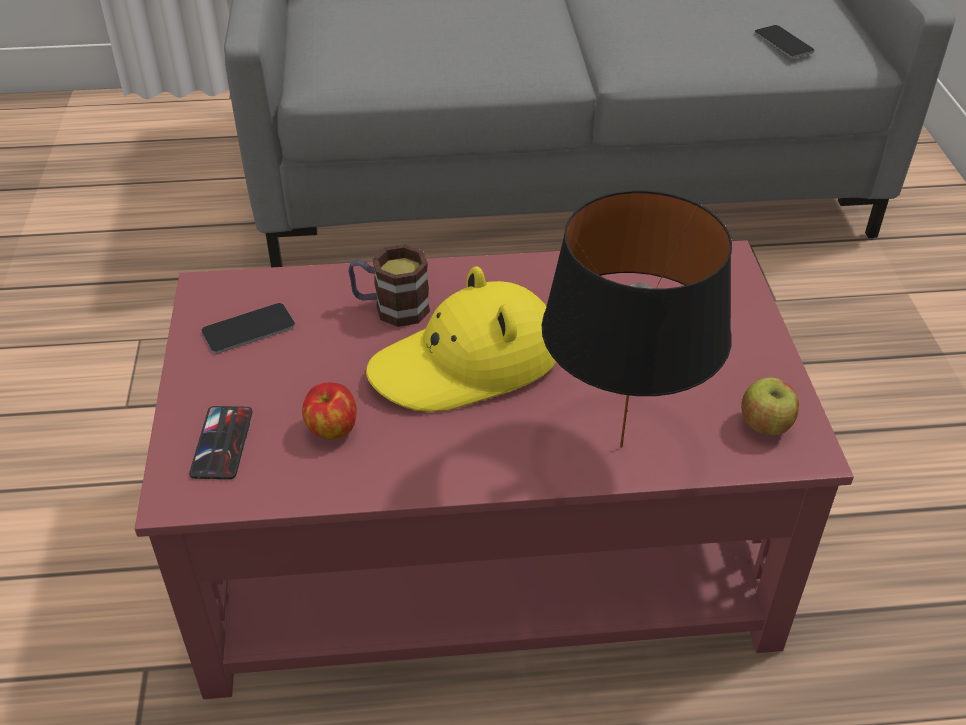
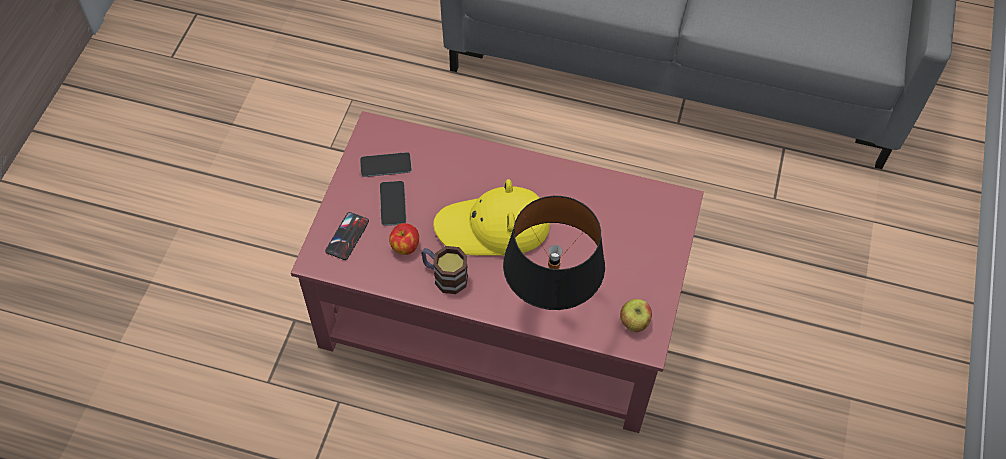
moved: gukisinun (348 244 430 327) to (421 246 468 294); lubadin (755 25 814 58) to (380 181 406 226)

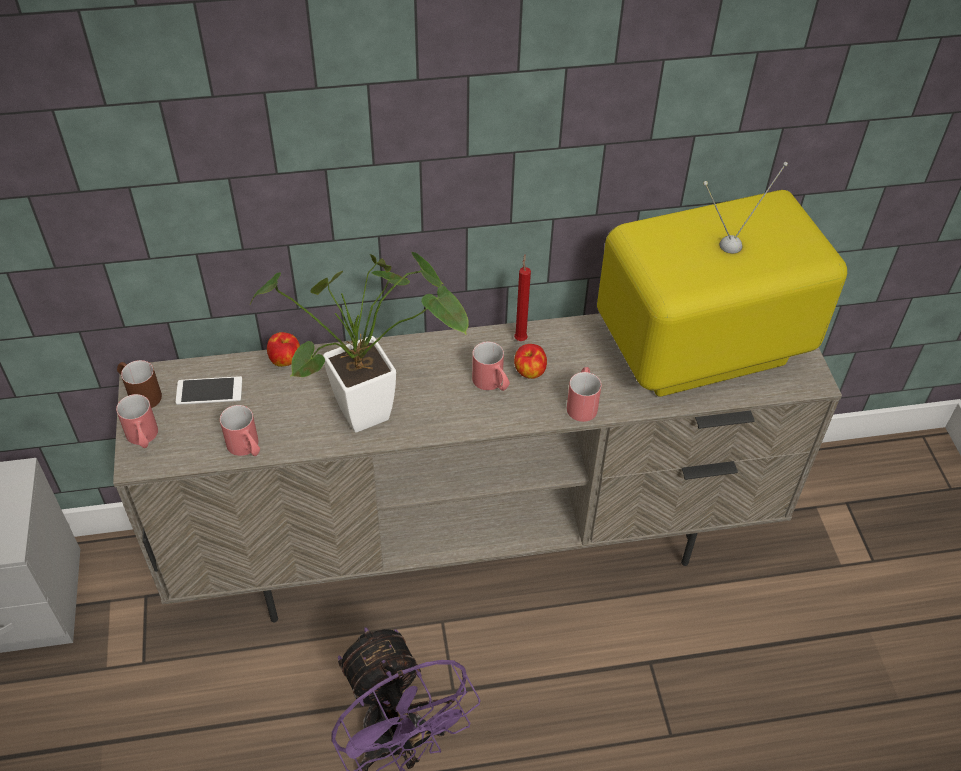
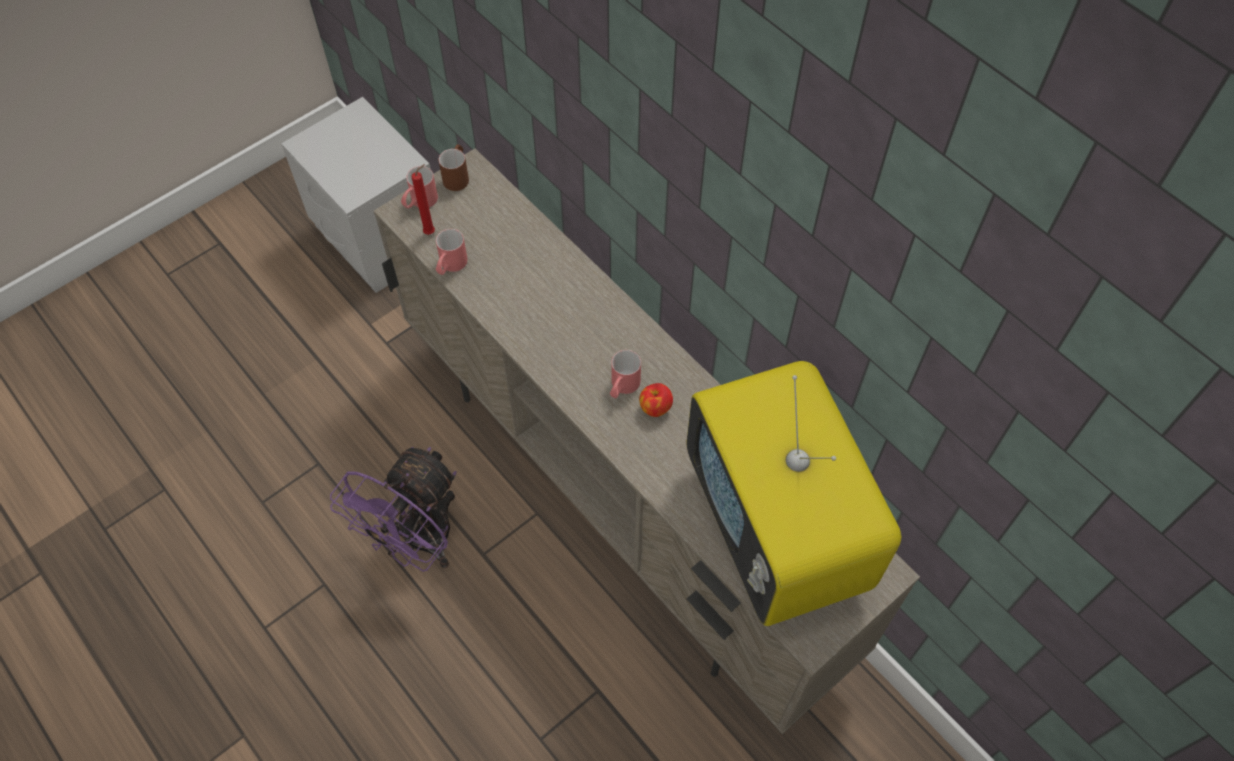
removed: lubadin (176 376 242 405); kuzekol (249 252 469 433); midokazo (267 332 300 367); red gukisinun (567 367 602 422)
moved: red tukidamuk (514 254 531 341) to (411 164 435 235)
turned: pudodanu (597 162 847 397) = (686 361 901 626) 150 degrees counterclockwise

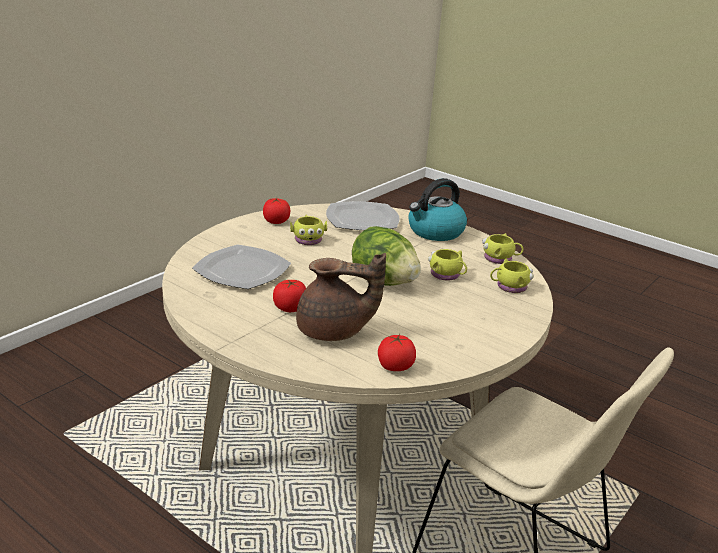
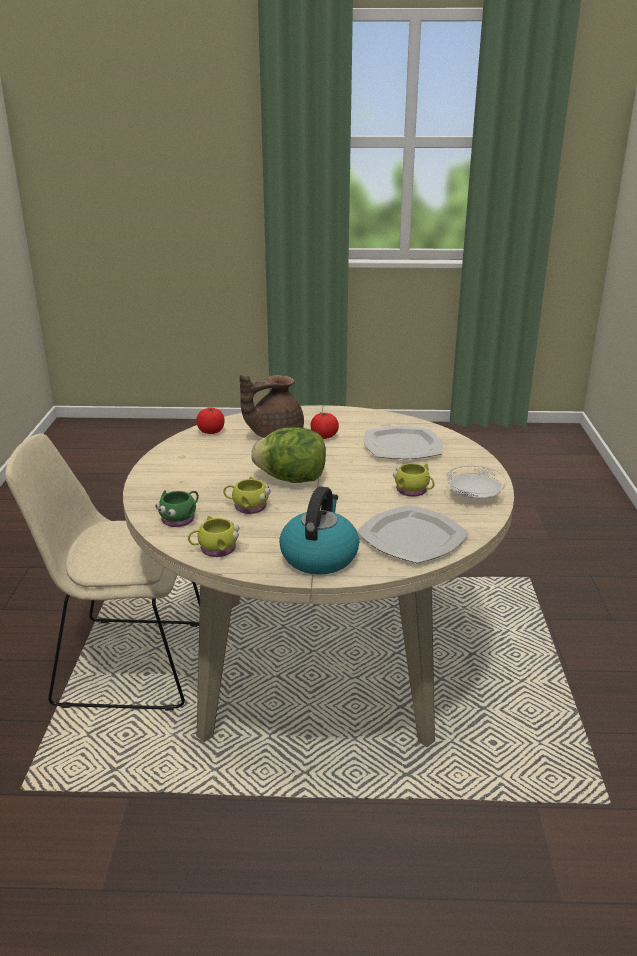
replaced: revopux (263 198 291 224) to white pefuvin (446 466 507 499)
recoloured: yellow gukisinun (490 259 534 293) to green gukisinun (155 490 199 527)

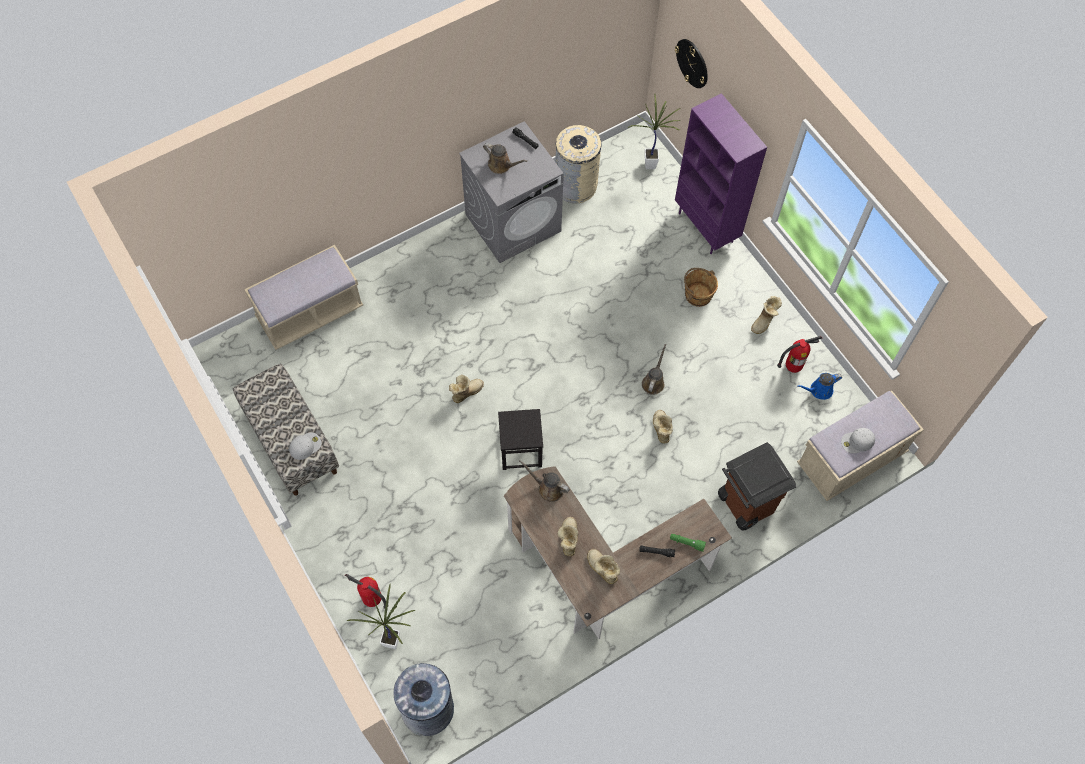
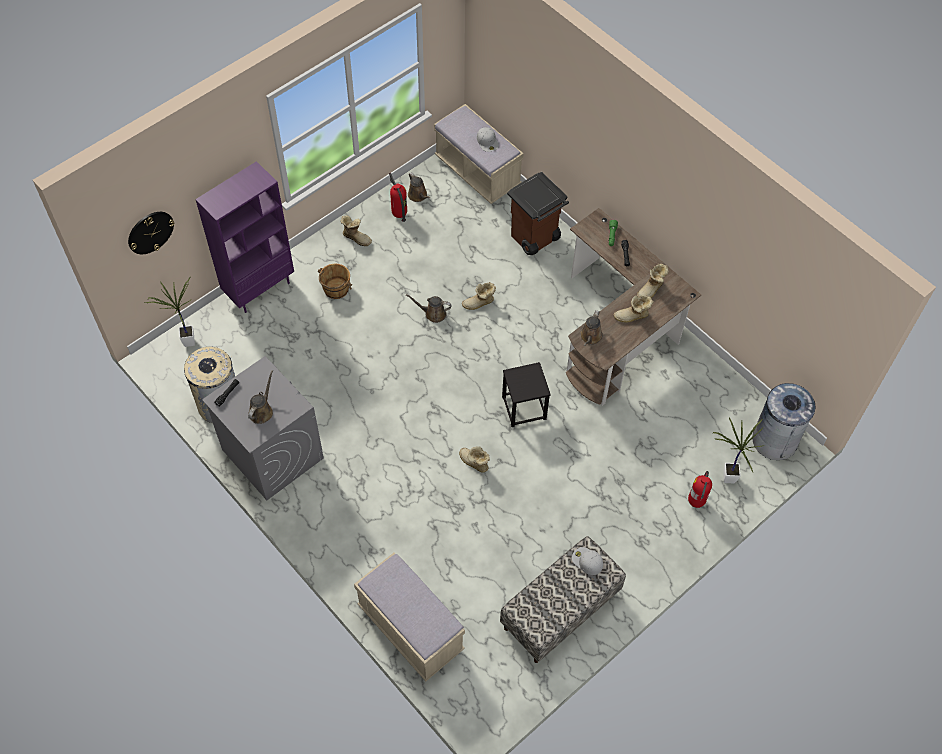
recoloured: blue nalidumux (797 373 842 400) to brown nalidumux (408 172 430 202)

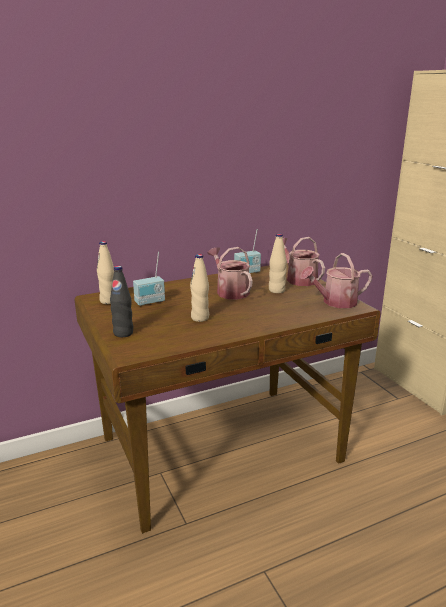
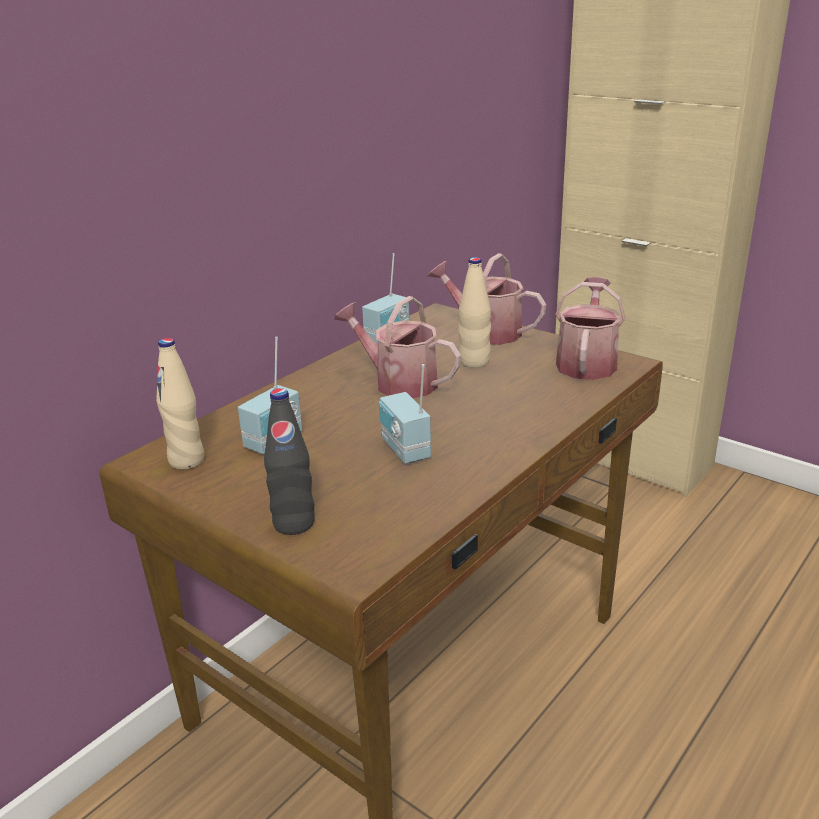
replaced: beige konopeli (190 254 209 322) to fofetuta (379 364 431 464)
turned: nalidumux (300 253 373 308) = (555 277 625 380) 150 degrees clockwise

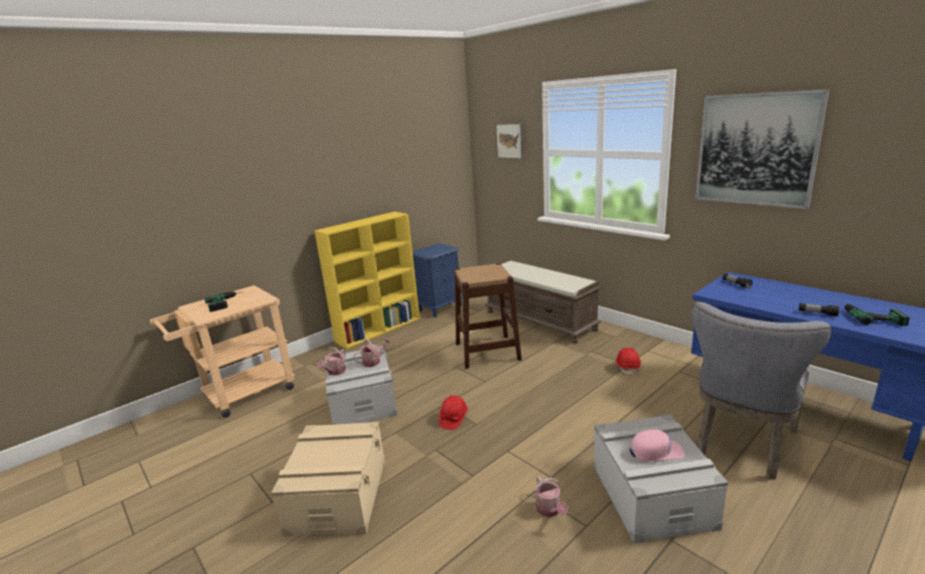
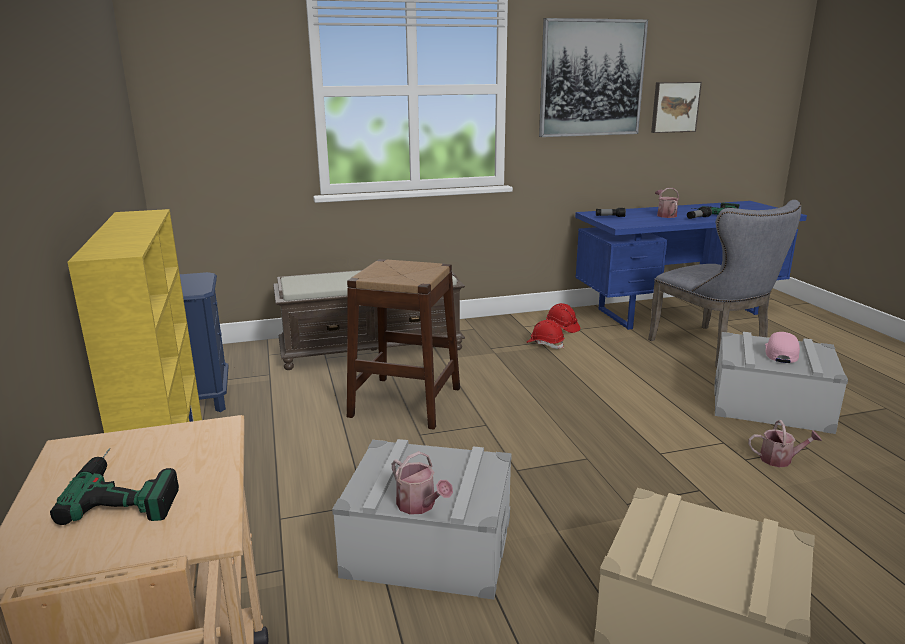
moved: nalidumux (353 338 391 367) to (655 188 679 218); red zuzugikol (439 395 468 430) to (546 303 580 333); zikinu (496 123 525 159) to (651 82 702 133)

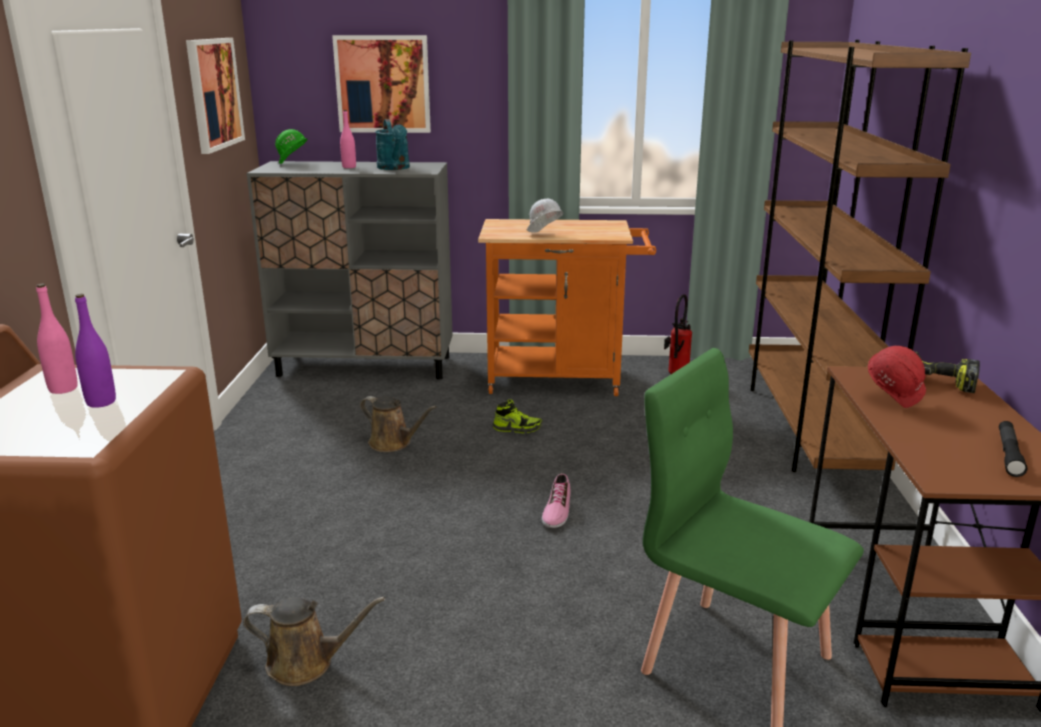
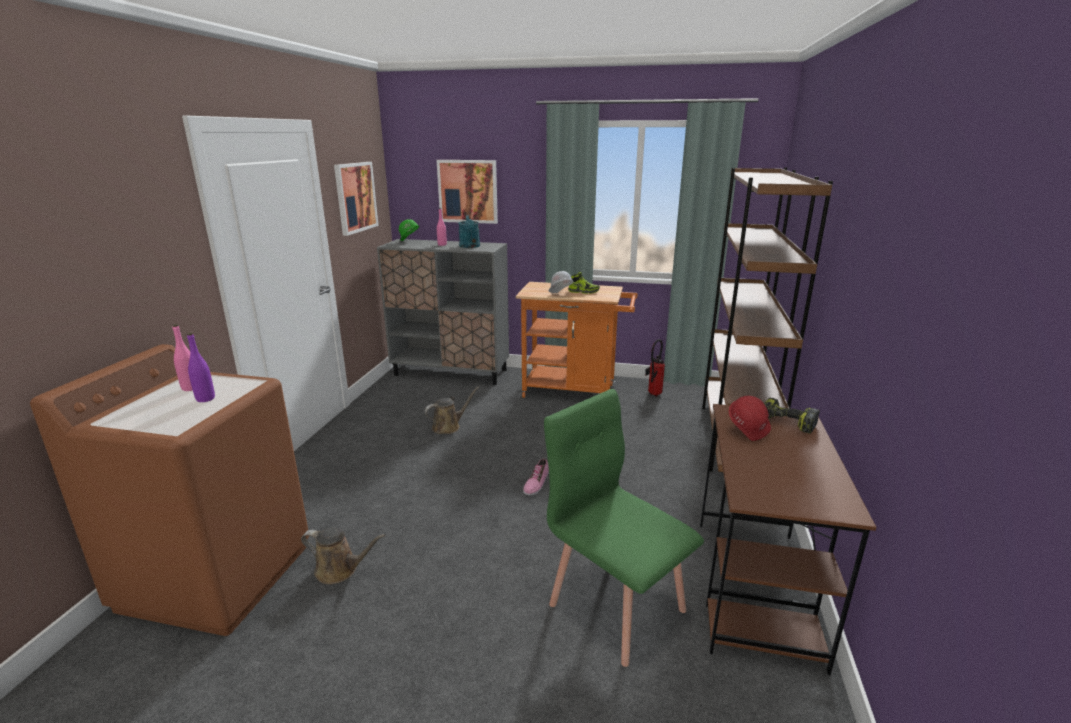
removed: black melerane (999 421 1027 477)
moved: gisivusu (493 399 542 433) to (568 272 600 294)
turned: brown nalidumux (360 396 437 452) = (424 387 479 434) 75 degrees counterclockwise

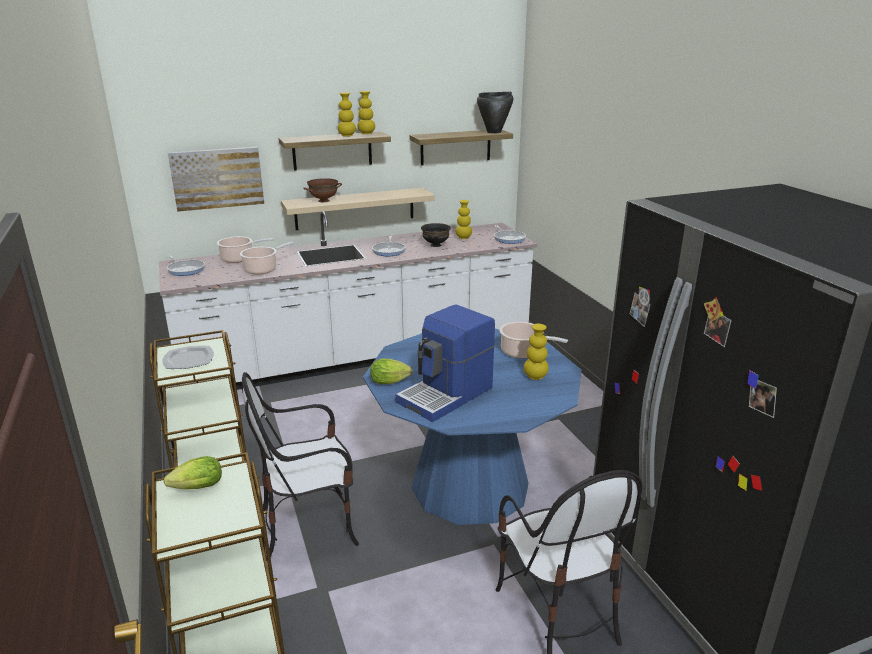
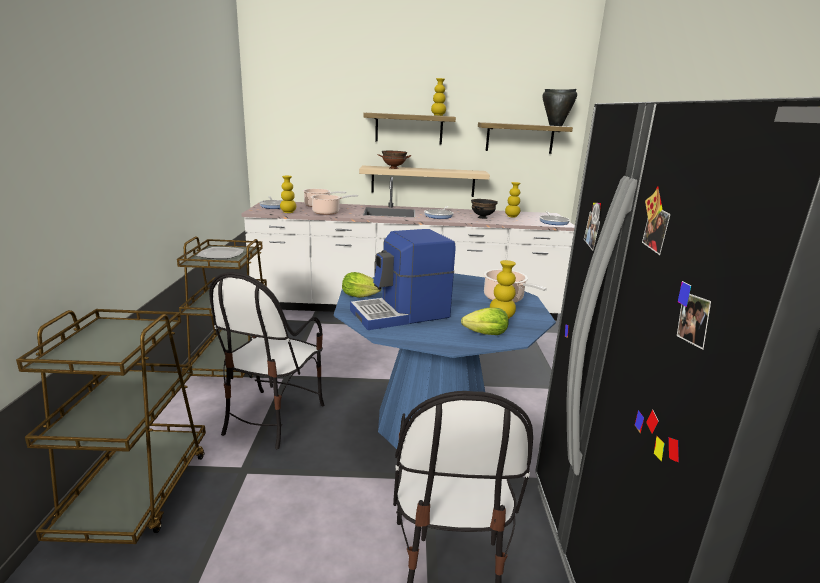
removed: zikinu (168 147 264 212)
moved: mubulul (163 456 222 489) to (461 308 509 335); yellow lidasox (338 92 356 137) to (280 176 296 213)
turned: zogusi (242 372 359 560) = (209 272 324 449) 75 degrees counterclockwise

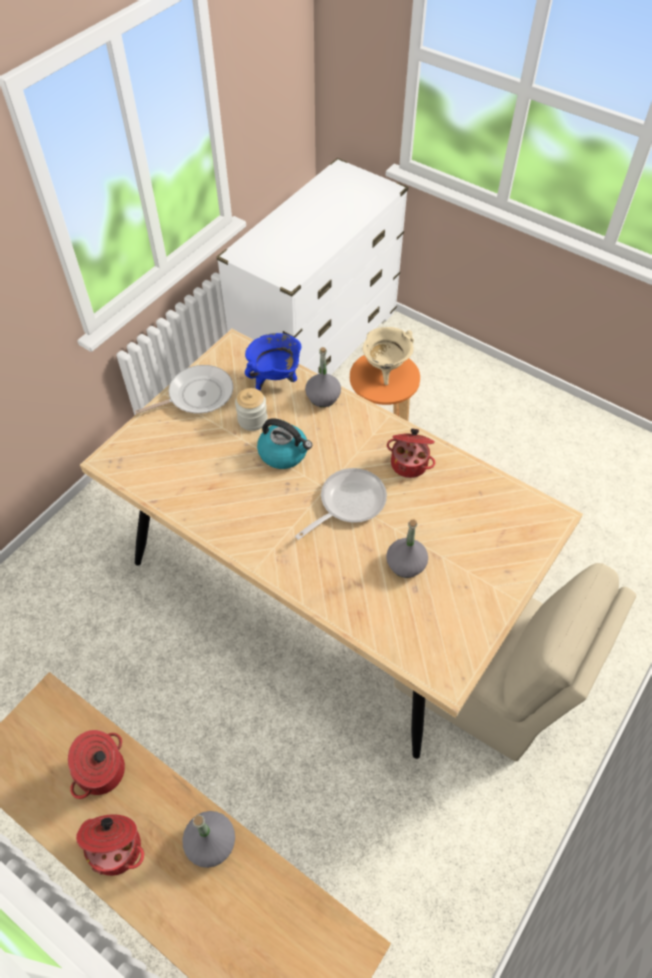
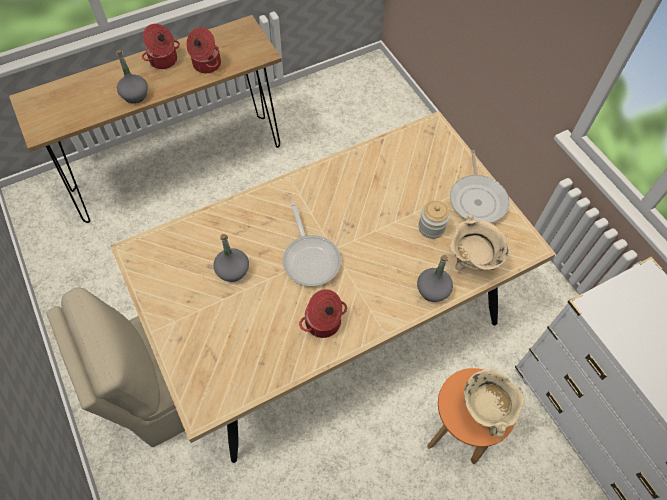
removed: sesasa (257 418 312 469)
recoloured: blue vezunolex (245 333 302 391) to beige vezunolex (450 214 509 271)

